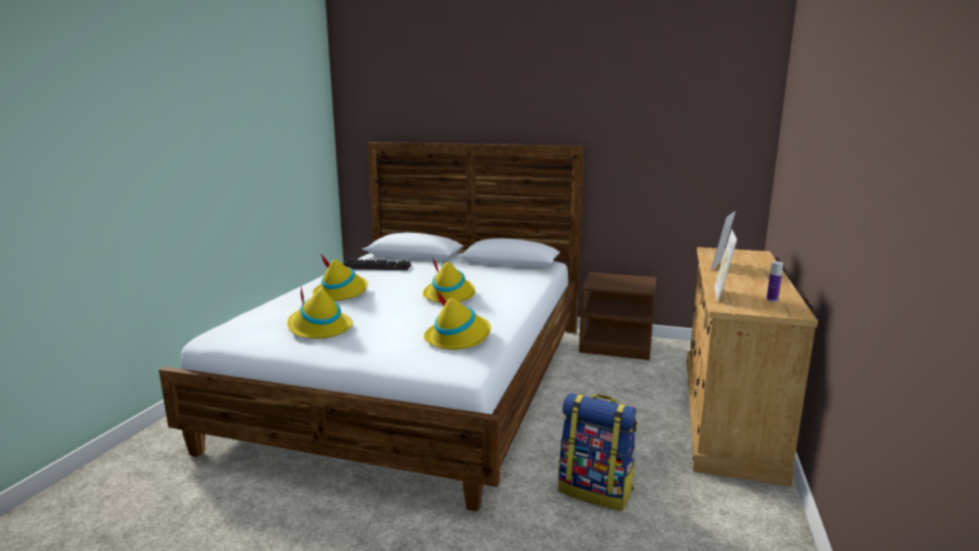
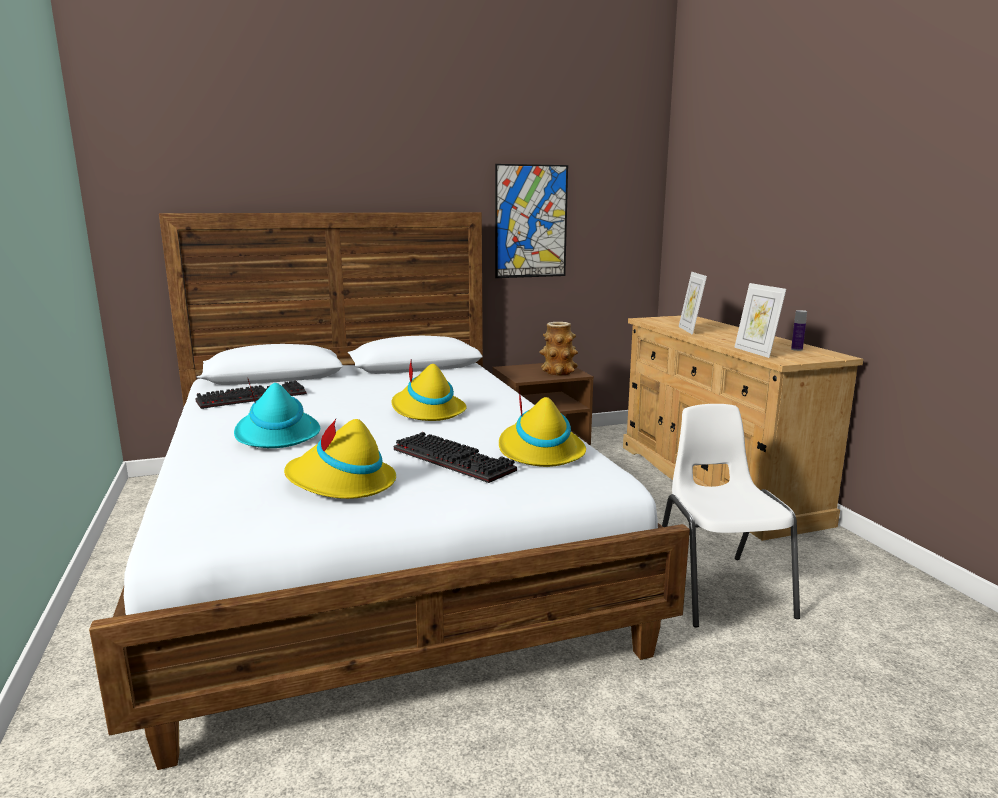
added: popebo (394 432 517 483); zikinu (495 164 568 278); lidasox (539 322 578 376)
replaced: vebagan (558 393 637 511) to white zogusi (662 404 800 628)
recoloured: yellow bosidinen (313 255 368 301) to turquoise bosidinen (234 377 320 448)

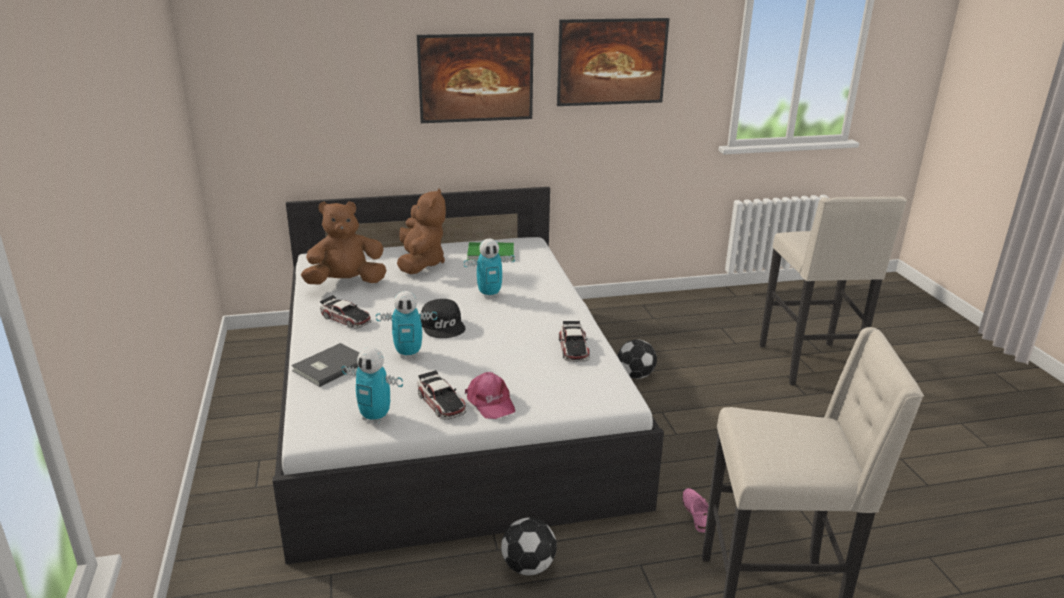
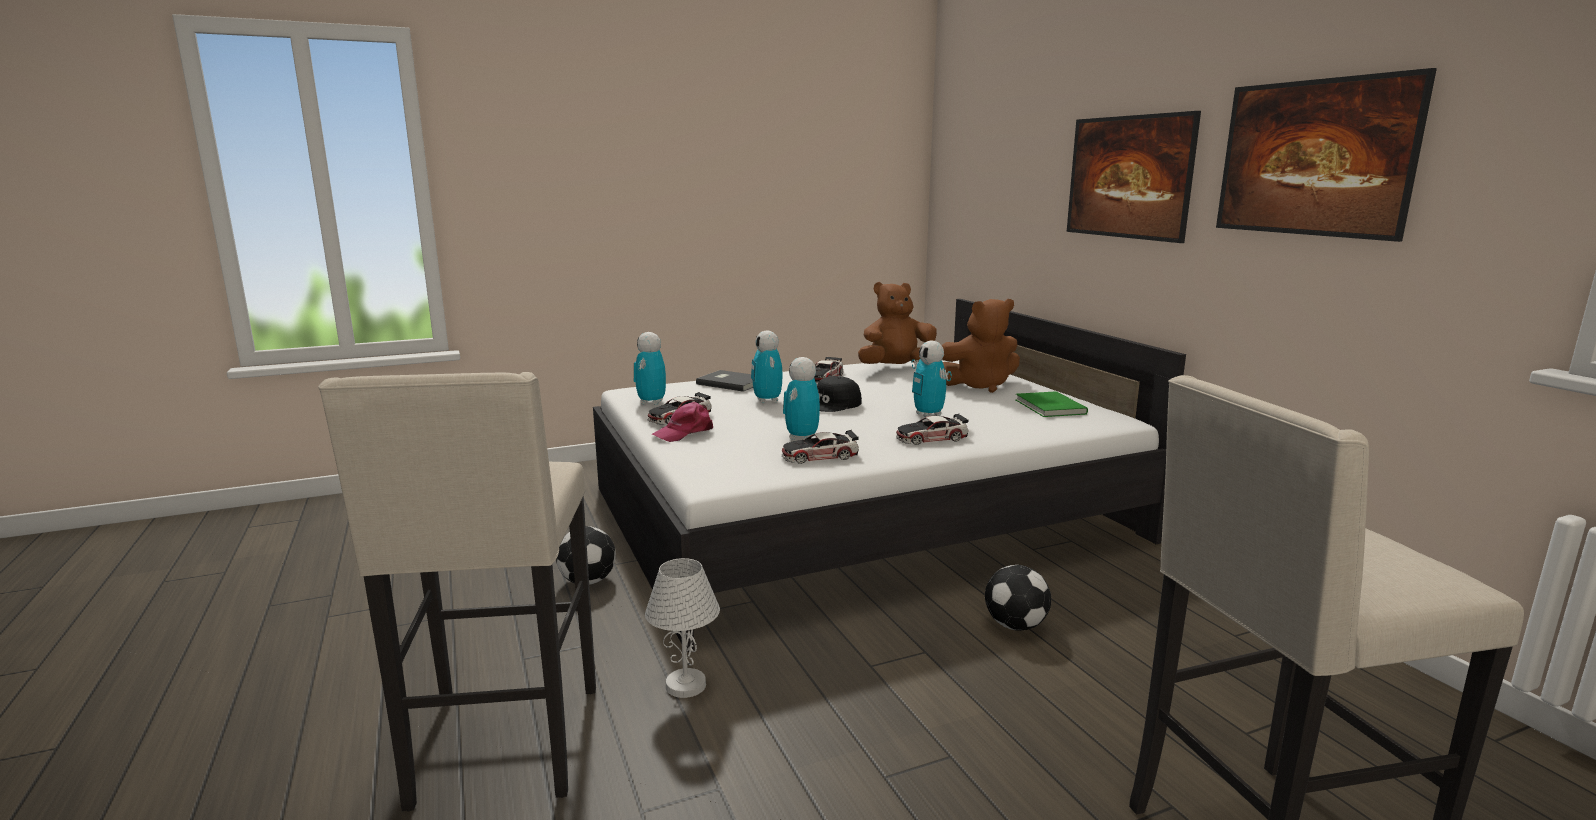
added: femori (783 357 820 440); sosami (896 414 969 445)
replaced: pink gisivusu (682 488 709 532) to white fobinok (645 558 720 698)
turned: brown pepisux (301 201 387 285) = (858 282 937 364) 75 degrees counterclockwise

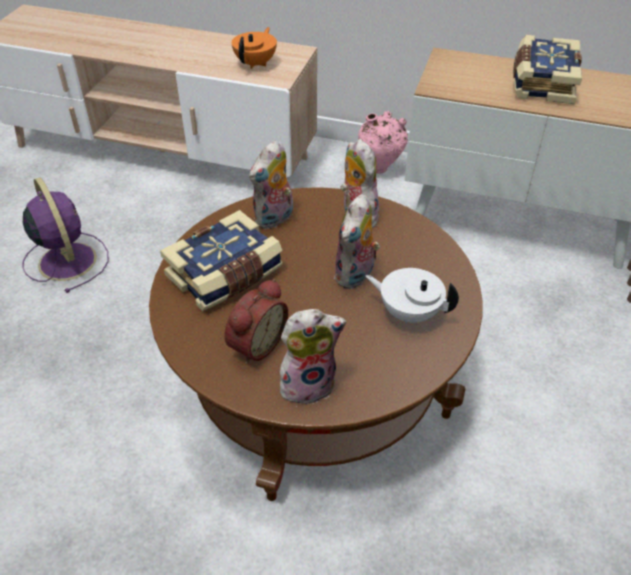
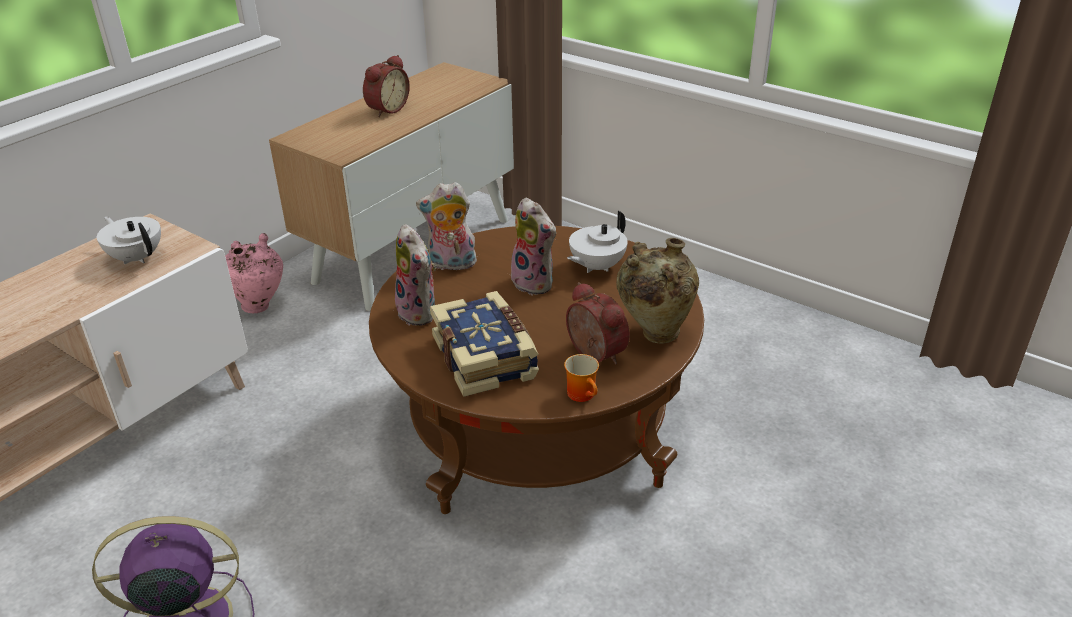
added: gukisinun (564 354 599 402)
replaced: pepisux (280 309 346 405) to beige lidasox (616 238 699 344); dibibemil (513 35 582 104) to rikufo (363 55 410 117)
recoloured: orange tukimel (232 27 277 69) to white tukimel (97 216 161 264)

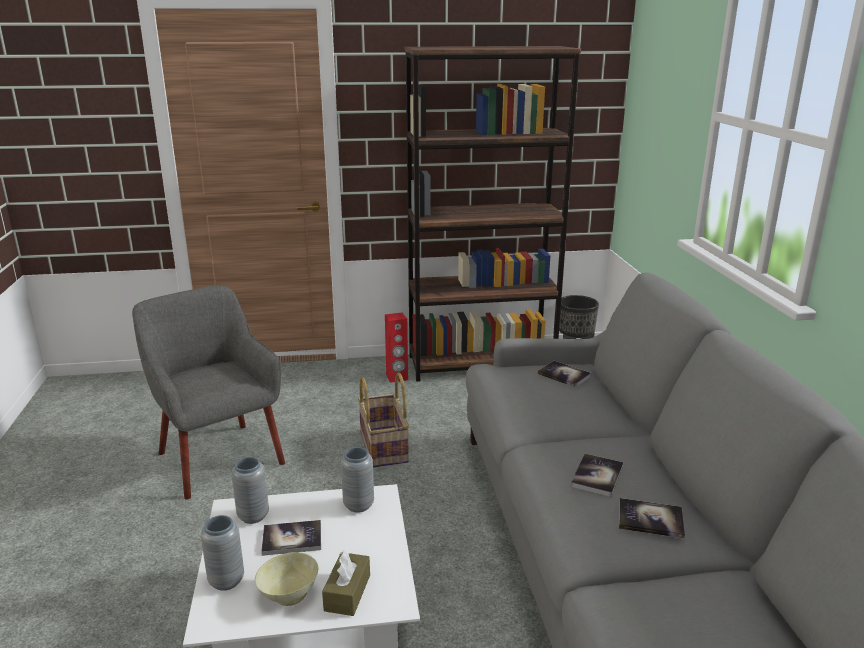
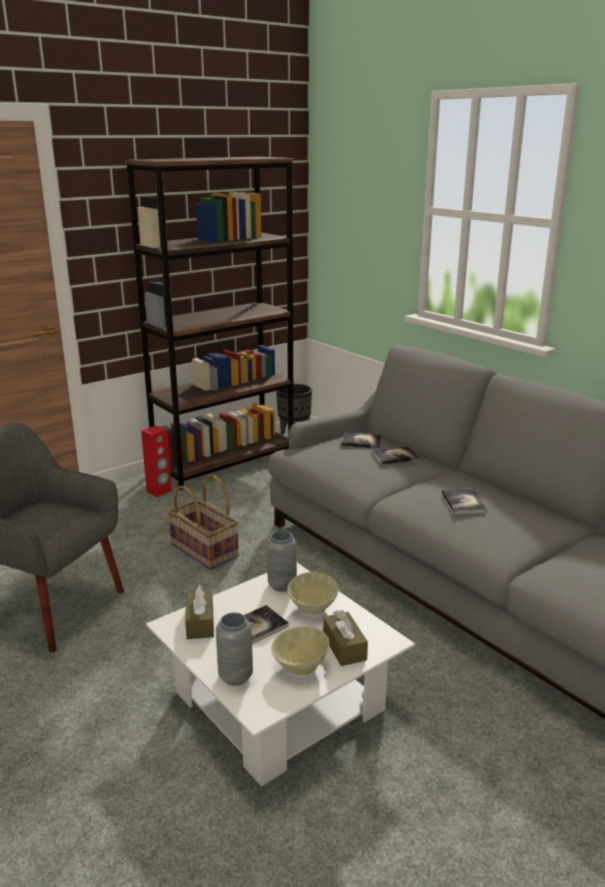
added: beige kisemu (287 572 339 615)
moved: dibibemil (619 498 685 538) to (372 446 420 465)
replaced: grey lidasox (231 457 269 524) to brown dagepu (185 585 214 639)

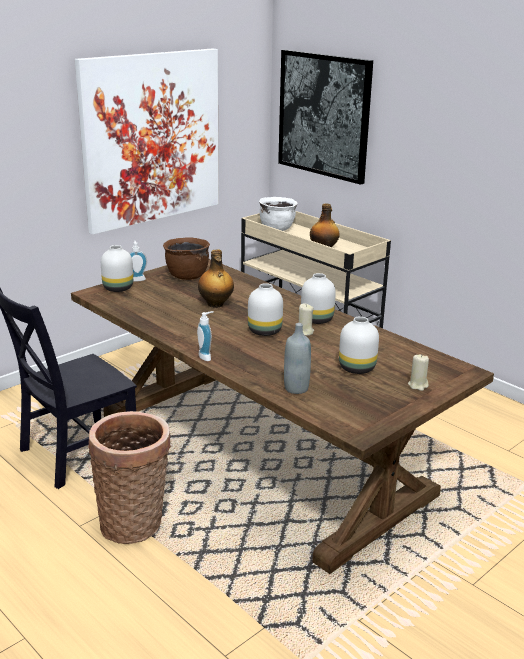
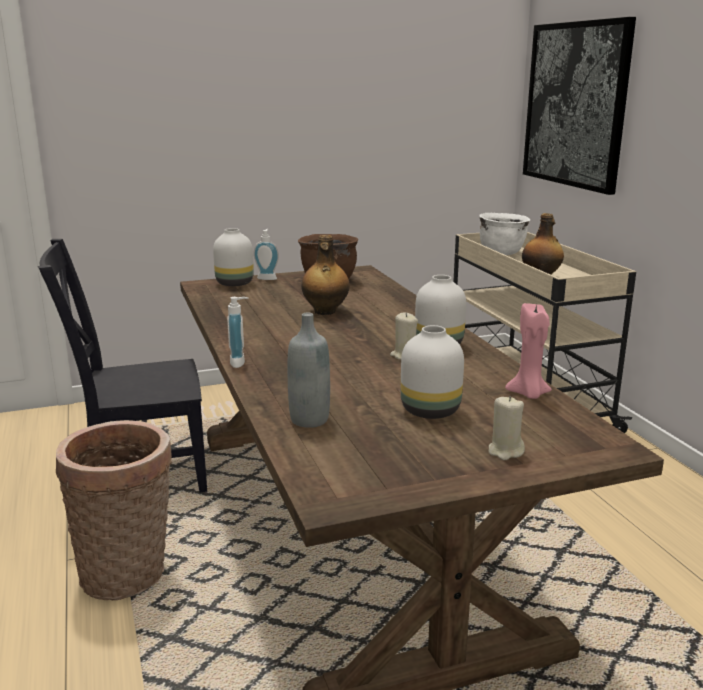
removed: zikinu (75 48 219 234); white lidasox (248 283 283 336)
added: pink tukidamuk (505 303 552 399)

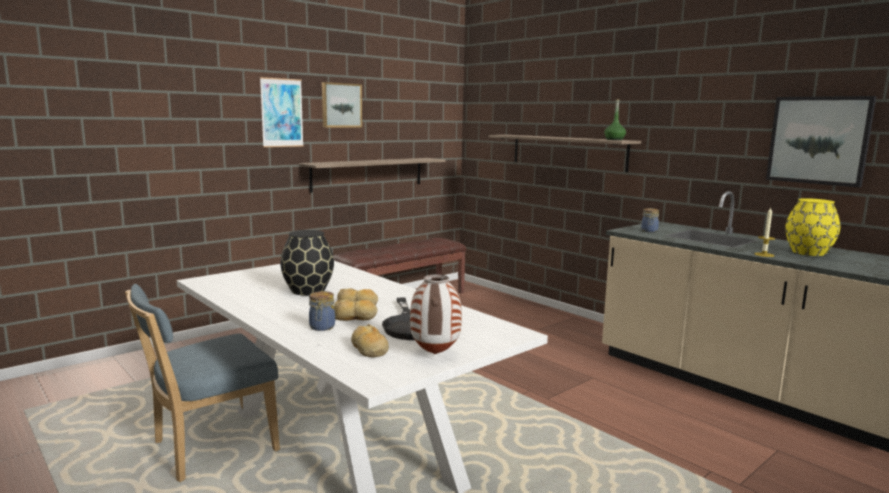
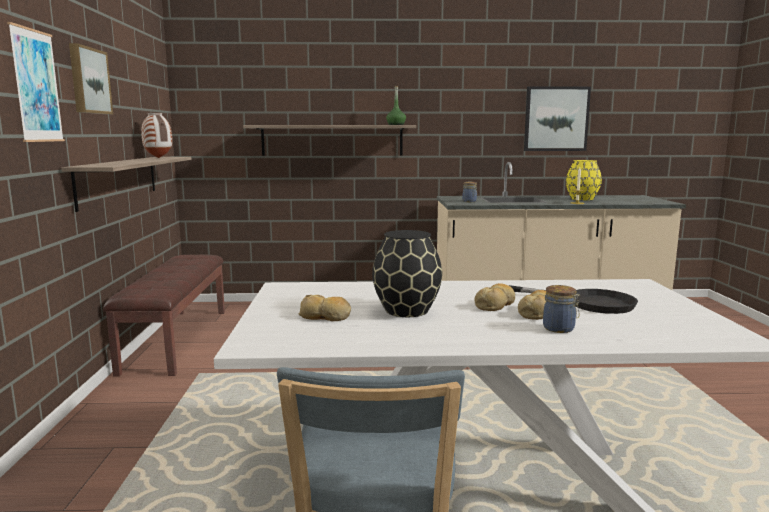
moved: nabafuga (351 325 388 357) to (299 295 351 321); lidasox (410 274 462 354) to (141 113 172 158)

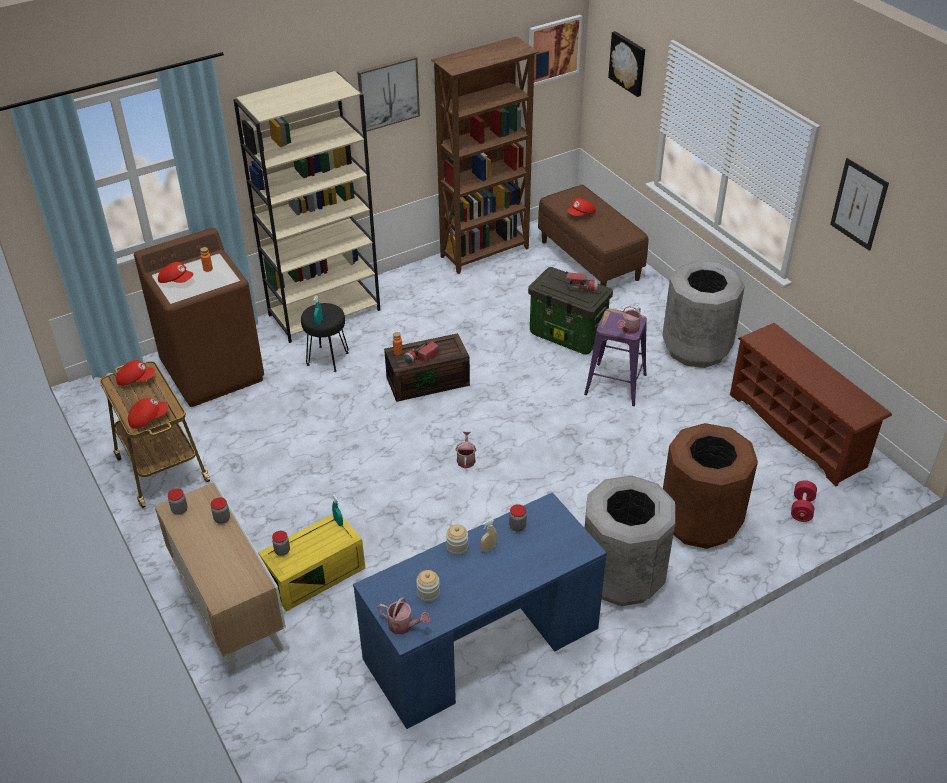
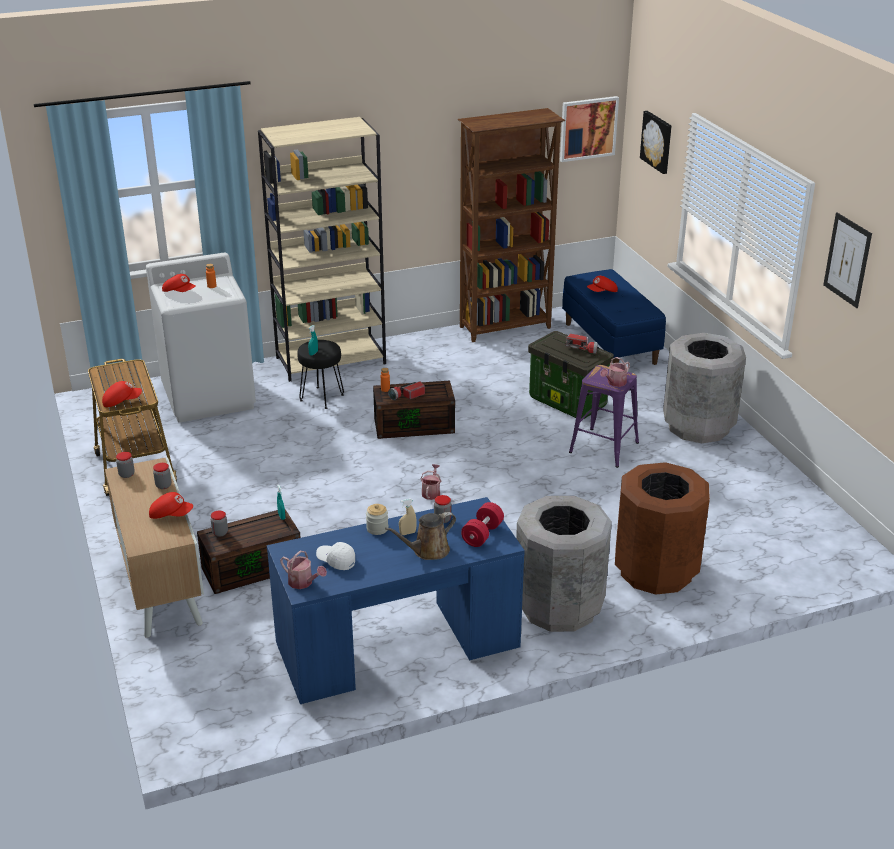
removed: zikinu (357 56 420 132); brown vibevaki (730 323 892 486)
added: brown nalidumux (385 512 456 560)
moved: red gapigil (116 360 155 386) to (149 492 193 519); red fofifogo (791 480 817 522) to (461 502 504 547)
replaced: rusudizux (416 570 440 602) to white gapigil (316 542 355 570)
recoloured: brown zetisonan (134 228 264 407) to white zetisonan (146 253 256 423); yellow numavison (258 514 365 612) to brown numavison (197 509 301 594); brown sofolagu (538 185 648 286) to blue sofolagu (562 269 666 365)

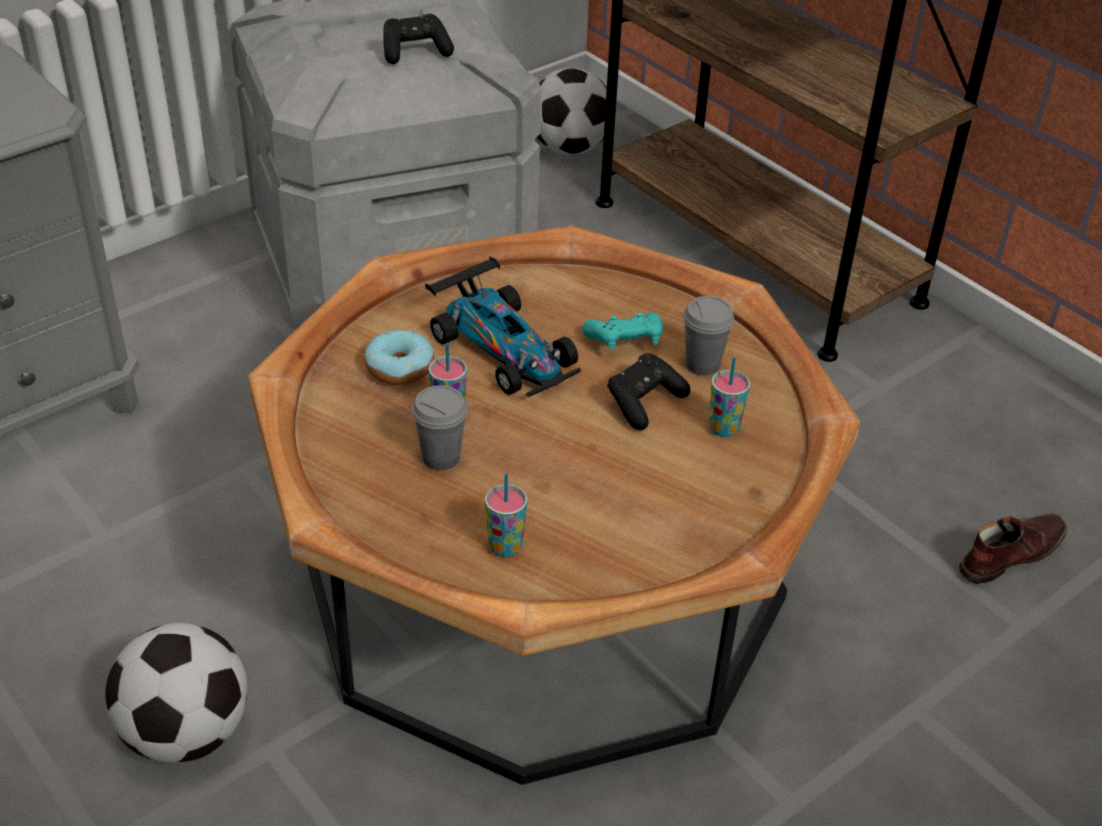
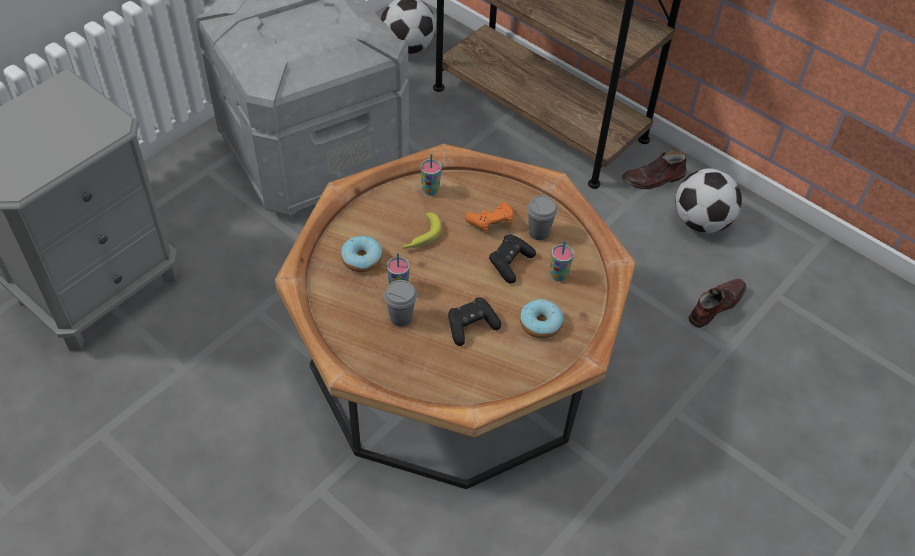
added: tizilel (520 299 564 338); brown gisivusu (622 151 687 189)
moved: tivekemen (105 623 247 763) to (676 168 742 233); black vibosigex (383 14 454 64) to (448 298 501 346); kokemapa (485 473 527 557) to (421 154 442 195)
replaced: sosami (425 257 581 397) to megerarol (402 213 442 249)
recoloured: turquoise vibosigex (582 312 663 350) to orange vibosigex (465 202 514 232)

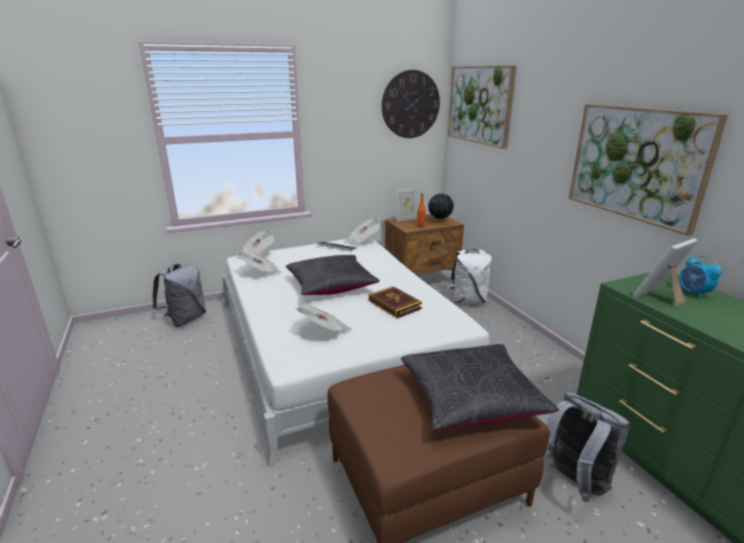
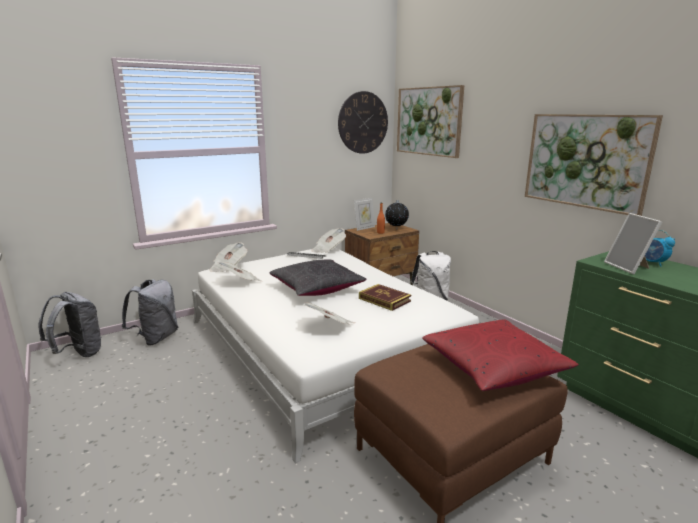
moved: grey vebagan (542 392 630 502) to (38 292 102 357)
recoloured: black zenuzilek (401 344 559 430) to red zenuzilek (422 319 579 391)
turned: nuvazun (633 238 698 307) = (604 213 662 274) 60 degrees counterclockwise

